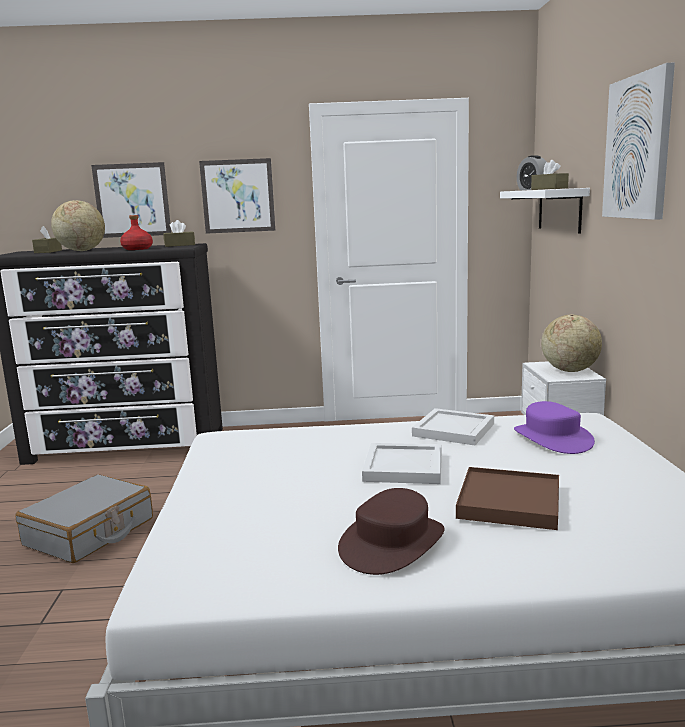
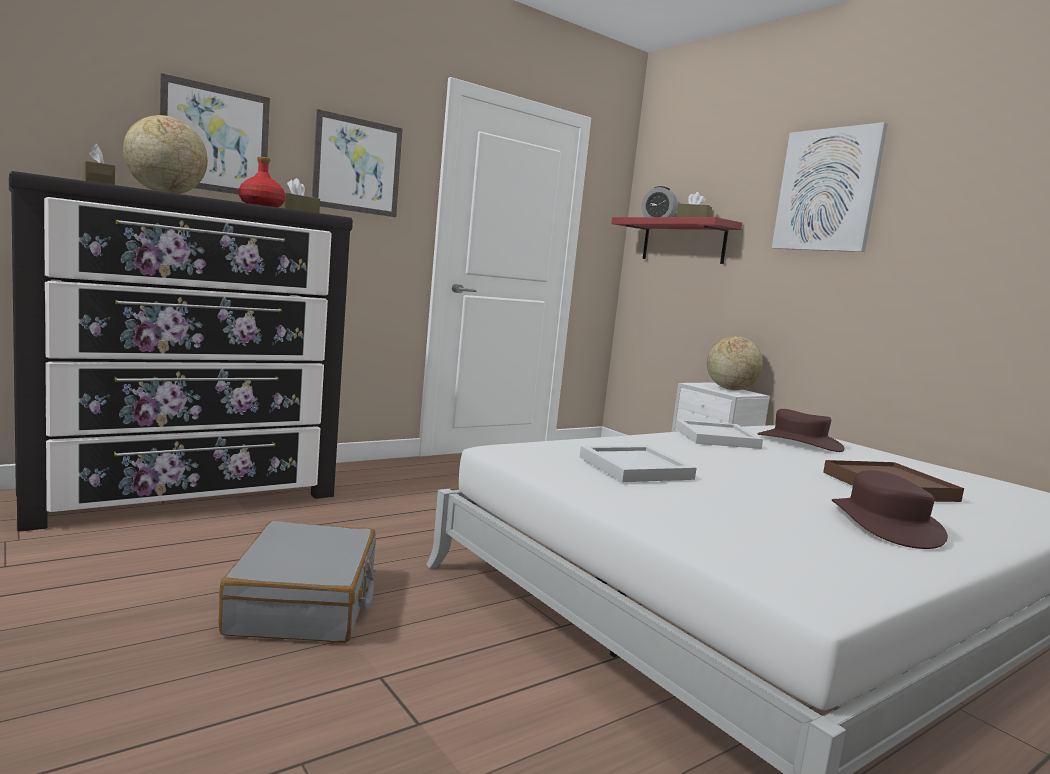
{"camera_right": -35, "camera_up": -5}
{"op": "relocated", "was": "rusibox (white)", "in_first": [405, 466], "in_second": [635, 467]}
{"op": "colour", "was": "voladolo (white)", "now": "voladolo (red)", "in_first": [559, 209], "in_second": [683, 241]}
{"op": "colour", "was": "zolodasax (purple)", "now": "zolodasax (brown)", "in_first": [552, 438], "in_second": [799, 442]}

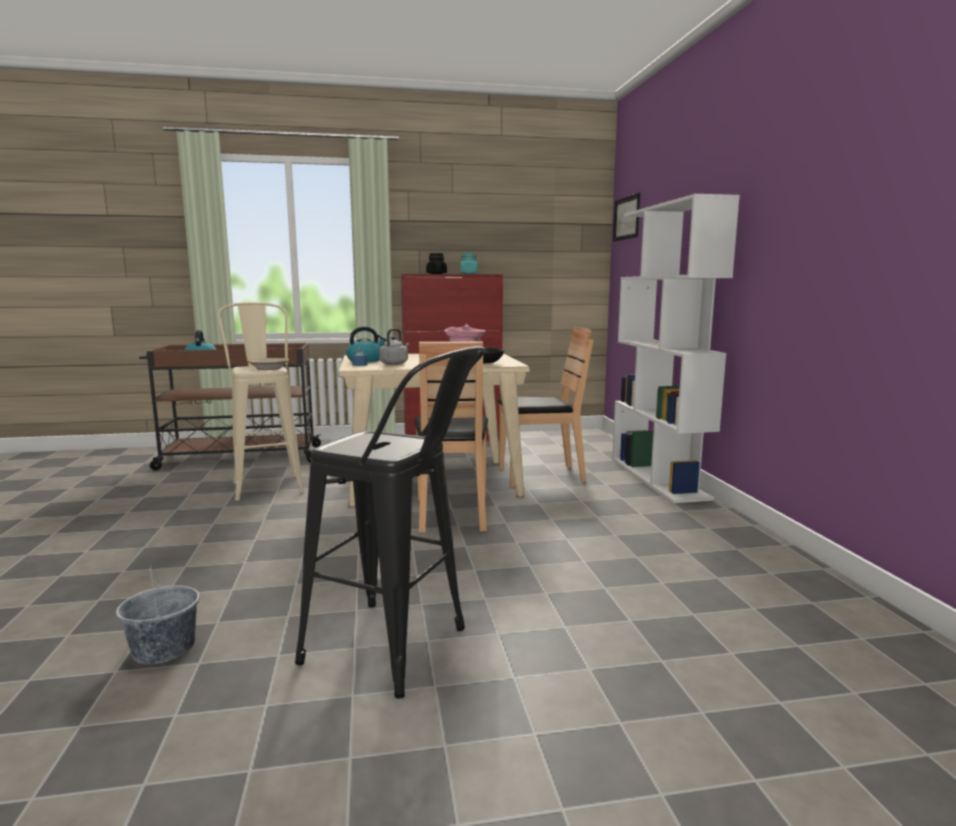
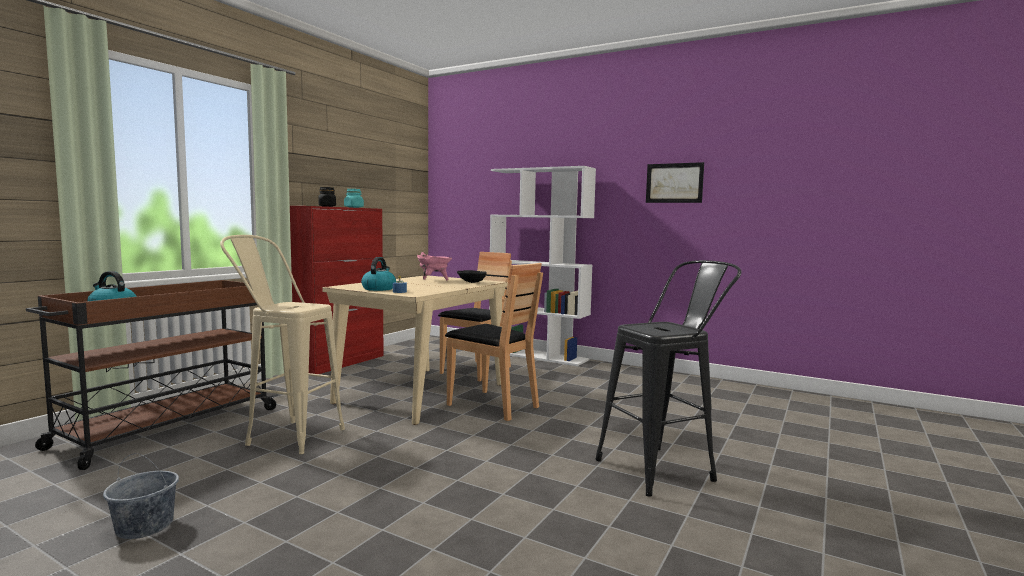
{"camera_right": -50, "camera_up": -5}
{"op": "relocated", "was": "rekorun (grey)", "in_first": [164, 649], "in_second": [145, 526]}
{"op": "missing", "was": "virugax", "in_first": [268, 368]}
{"op": "missing", "was": "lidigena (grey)", "in_first": [395, 363]}
{"op": "relocated", "was": "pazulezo", "in_first": [626, 218], "in_second": [674, 183]}

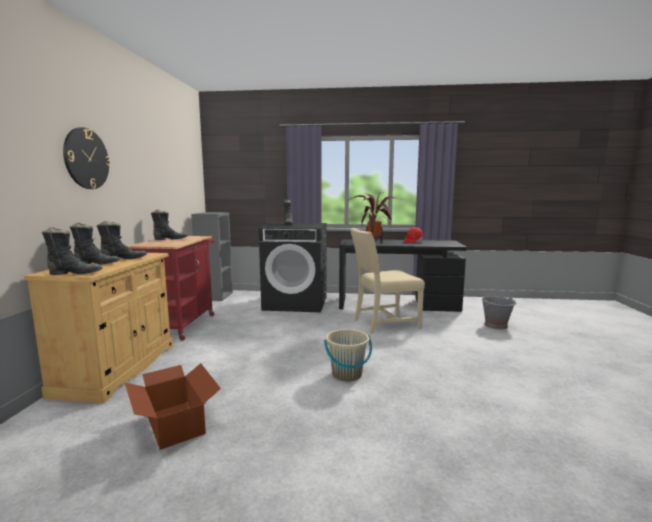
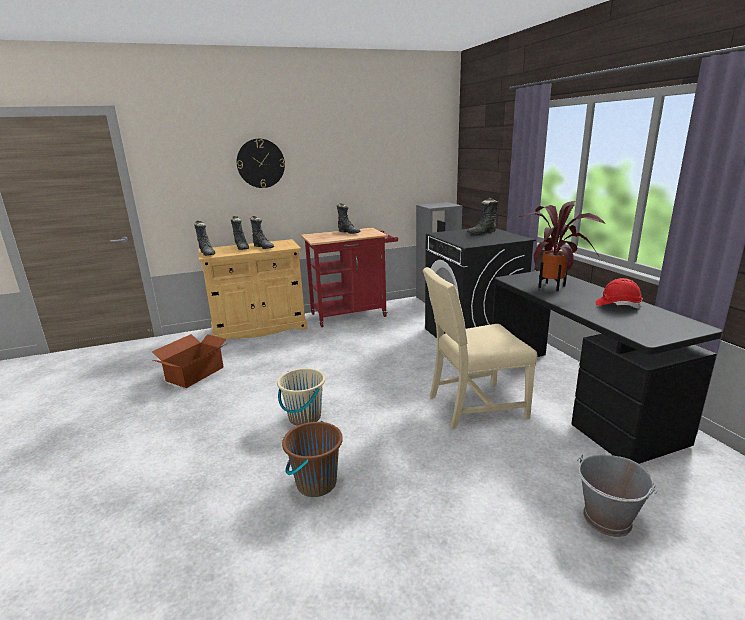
{"camera_right": 65, "camera_up": 10}
{"op": "spun", "was": "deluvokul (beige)", "in_first": [384, 323], "in_second": [473, 406], "clockwise": -60}
{"op": "appeared", "now": "rekorun (brown)", "in_second": [316, 483]}

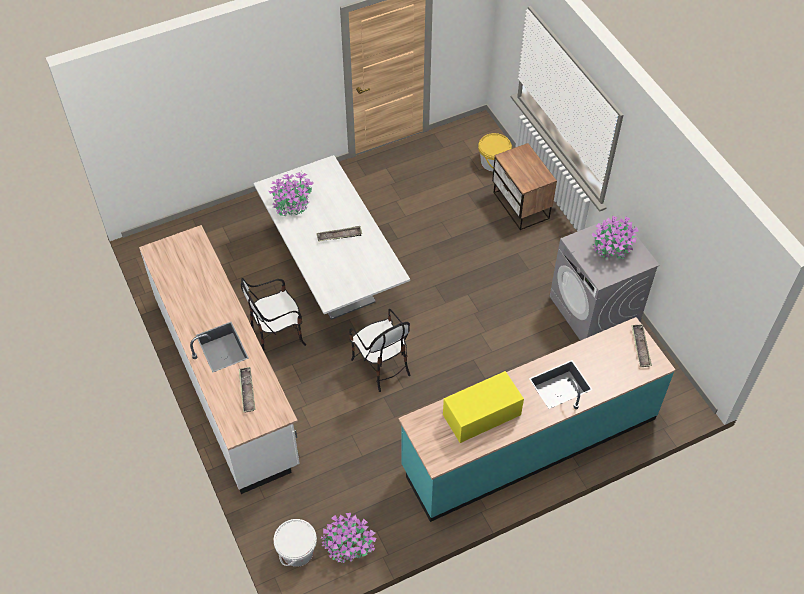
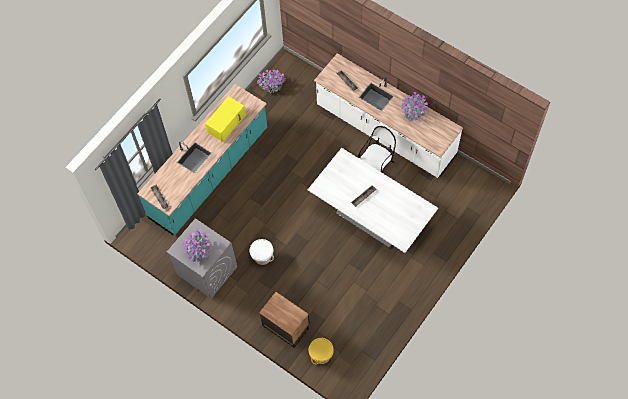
{"camera_right": 155, "camera_up": 10}
{"op": "relocated", "was": "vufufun", "in_first": [292, 204], "in_second": [413, 111]}
{"op": "relocated", "was": "rekorun (white)", "in_first": [297, 551], "in_second": [262, 256]}
{"op": "missing", "was": "deluvokul", "in_first": [381, 366]}

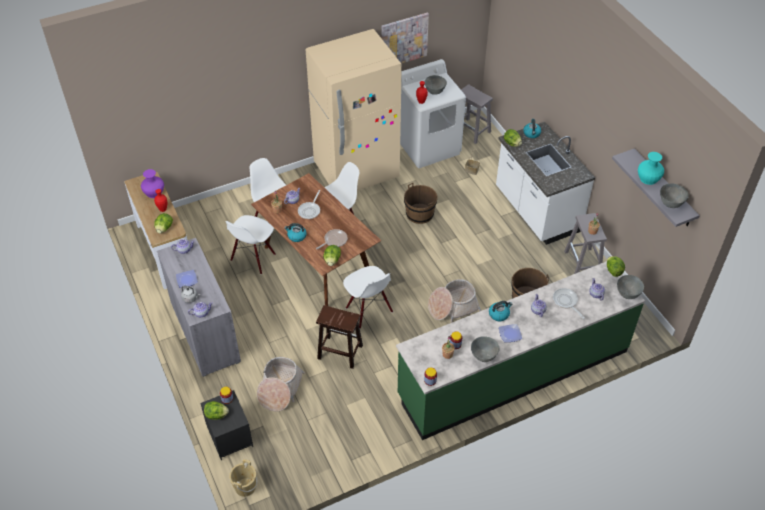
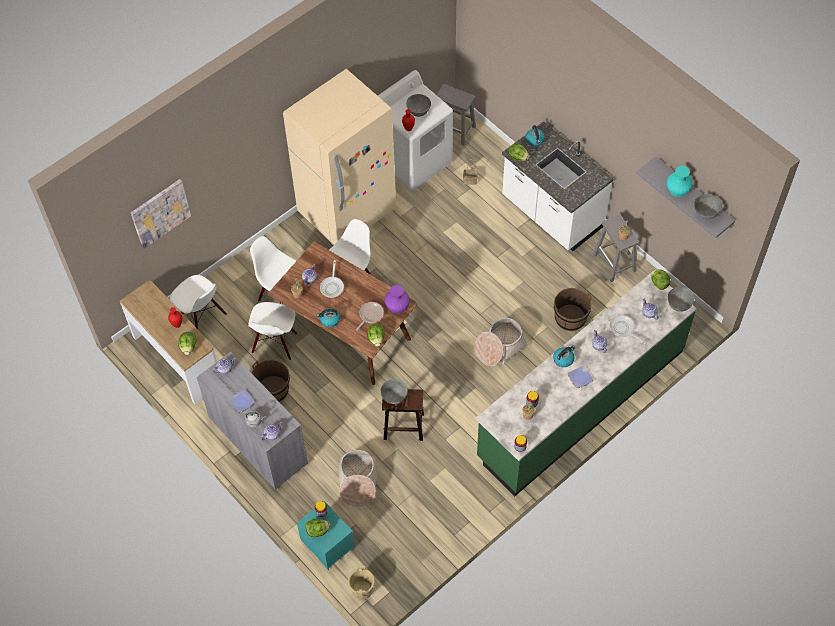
{"camera_right": -15, "camera_up": 10}
{"op": "relocated", "was": "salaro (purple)", "in_first": [154, 192], "in_second": [397, 306]}
{"op": "colour", "was": "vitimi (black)", "now": "vitimi (turquoise)", "in_first": [229, 436], "in_second": [326, 544]}
{"op": "relocated", "was": "deluvokul (white)", "in_first": [368, 310], "in_second": [202, 318]}
{"op": "relocated", "was": "pazulezo", "in_first": [404, 40], "in_second": [160, 213]}
{"op": "relocated", "was": "rekorun (brown)", "in_first": [419, 214], "in_second": [273, 390]}
{"op": "relocated", "was": "virugax (grey)", "in_first": [483, 356], "in_second": [394, 397]}

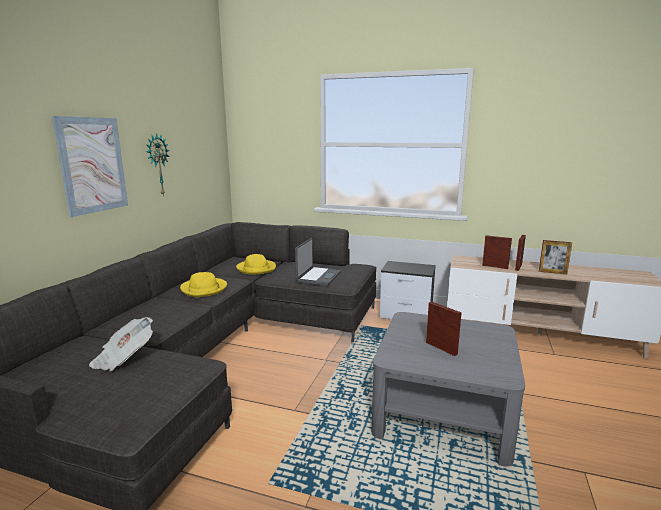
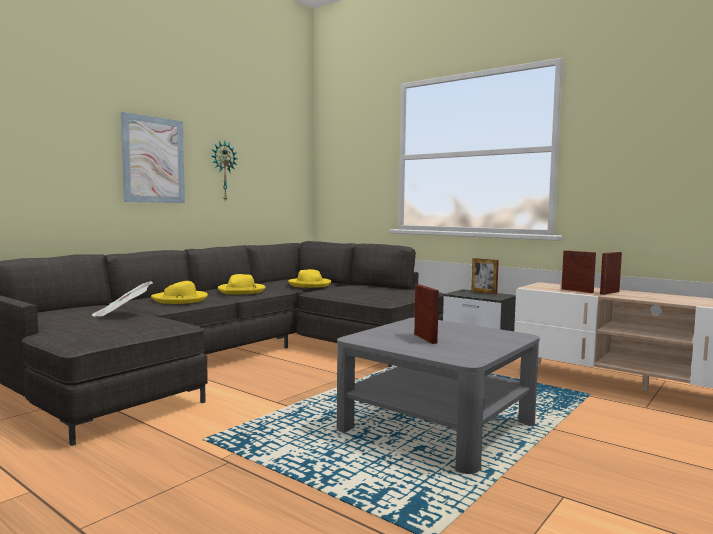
{"camera_right": 20, "camera_up": -10}
{"op": "missing", "was": "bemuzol", "in_first": [318, 277]}
{"op": "relocated", "was": "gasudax", "in_first": [552, 272], "in_second": [484, 292]}
{"op": "appeared", "now": "zolodasax (yellow)", "in_second": [180, 299]}

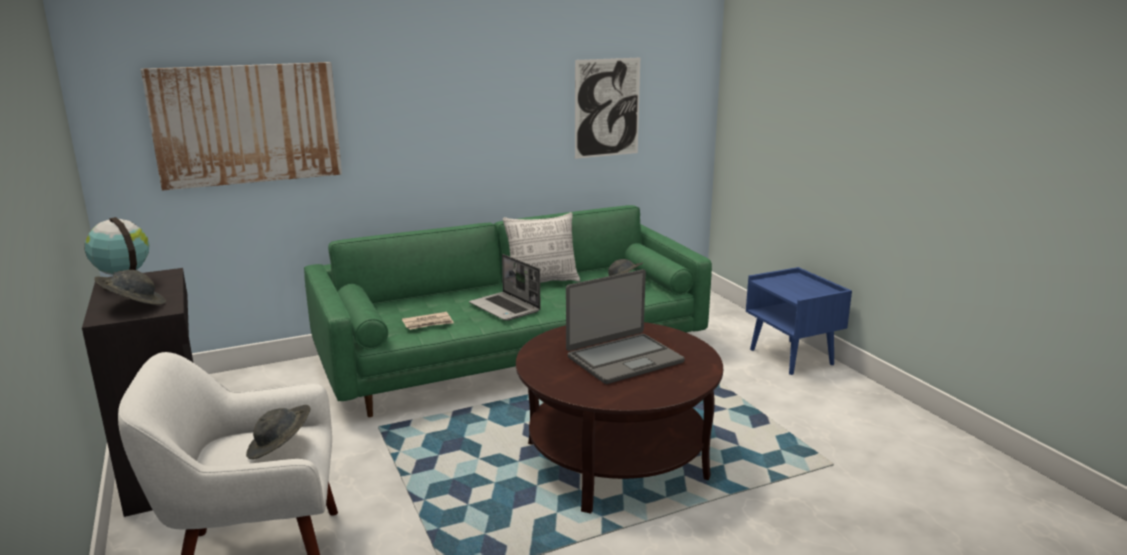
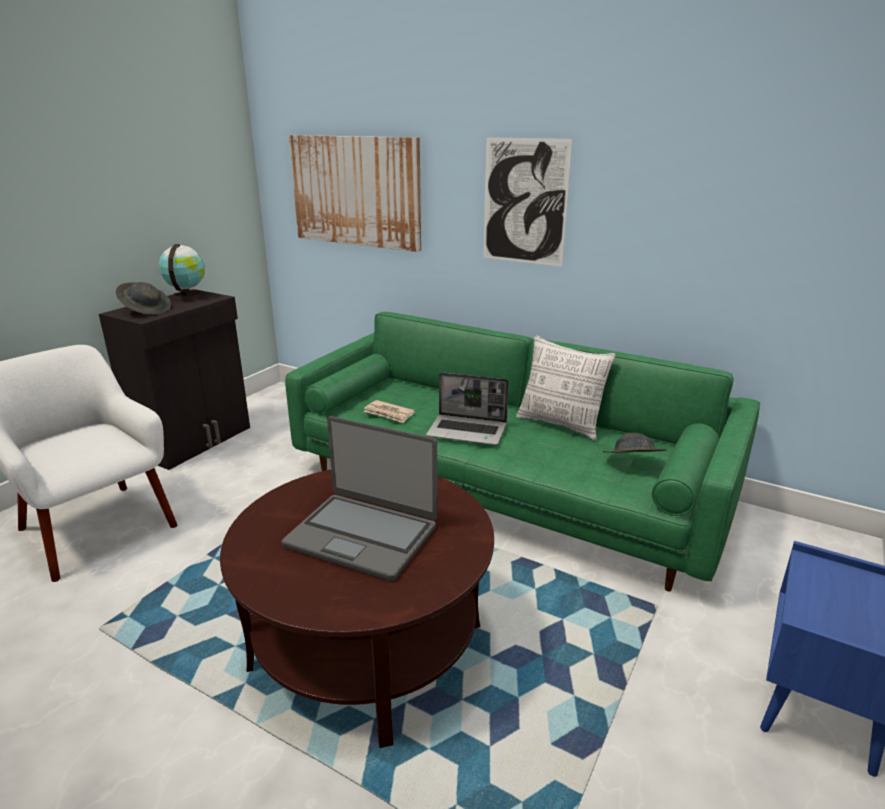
{"camera_right": 55, "camera_up": 5}
{"op": "missing", "was": "zolodasax (grey)", "in_first": [280, 448]}
{"op": "spun", "was": "bemuzol", "in_first": [505, 308], "in_second": [468, 431], "clockwise": -90}
{"op": "relocated", "was": "pazulezo", "in_first": [607, 108], "in_second": [524, 202]}

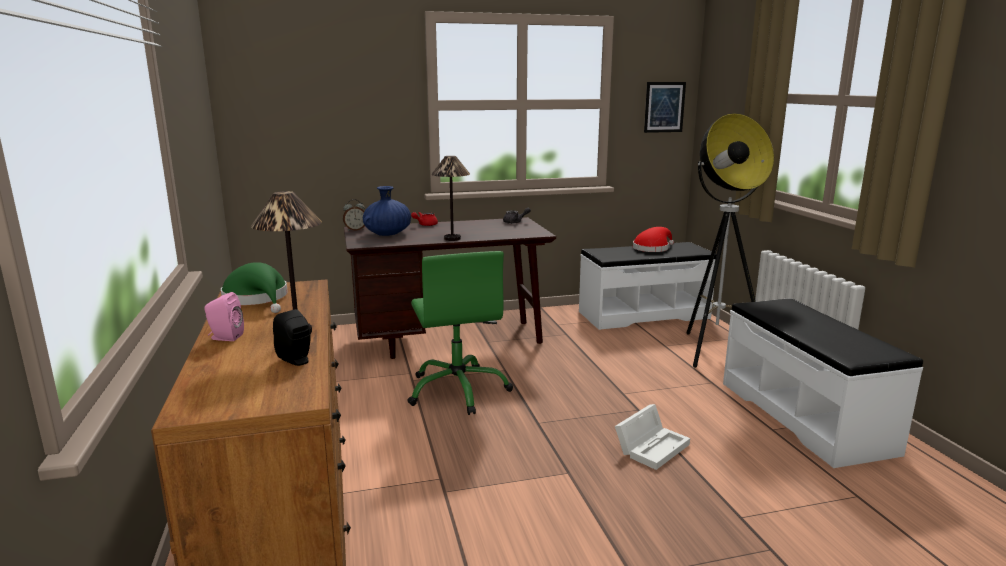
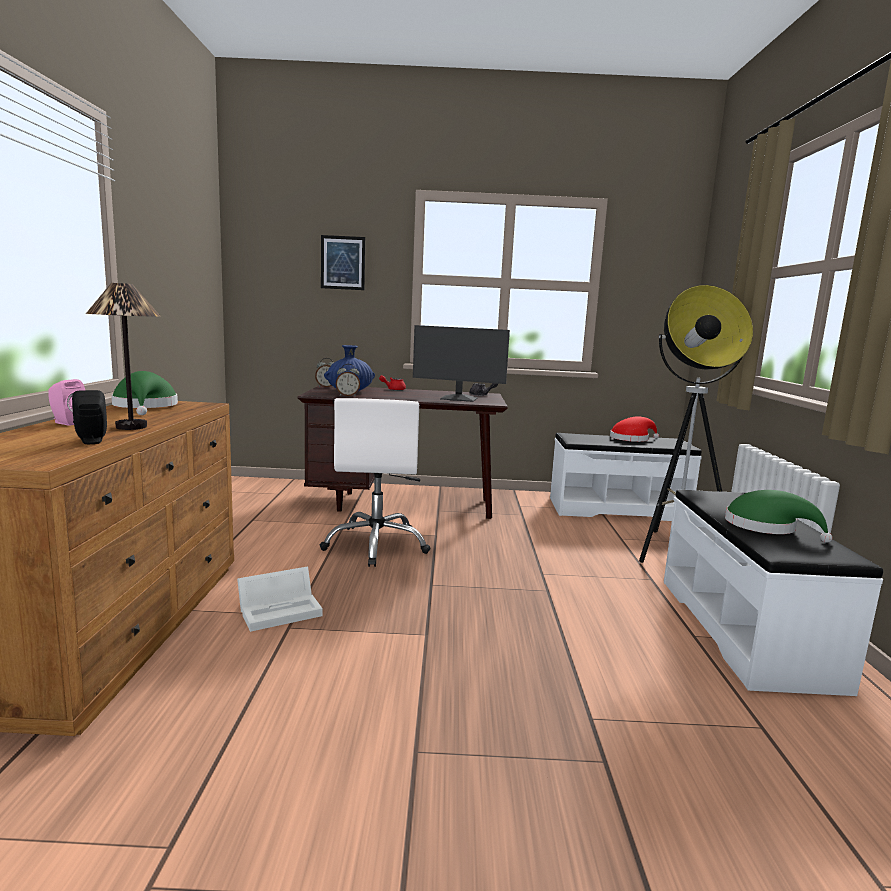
{"camera_right": 15, "camera_up": -5}
{"op": "colour", "was": "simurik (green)", "now": "simurik (white)", "in_first": [458, 390], "in_second": [376, 545]}
{"op": "missing", "was": "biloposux", "in_first": [452, 239]}
{"op": "relocated", "was": "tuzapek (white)", "in_first": [652, 446], "in_second": [282, 610]}
{"op": "relocated", "was": "pazulezo", "in_first": [664, 107], "in_second": [343, 262]}
{"op": "appeared", "now": "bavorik", "in_second": [347, 396]}
{"op": "appeared", "now": "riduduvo", "in_second": [459, 399]}
{"op": "appeared", "now": "zolodasax (green)", "in_second": [766, 527]}

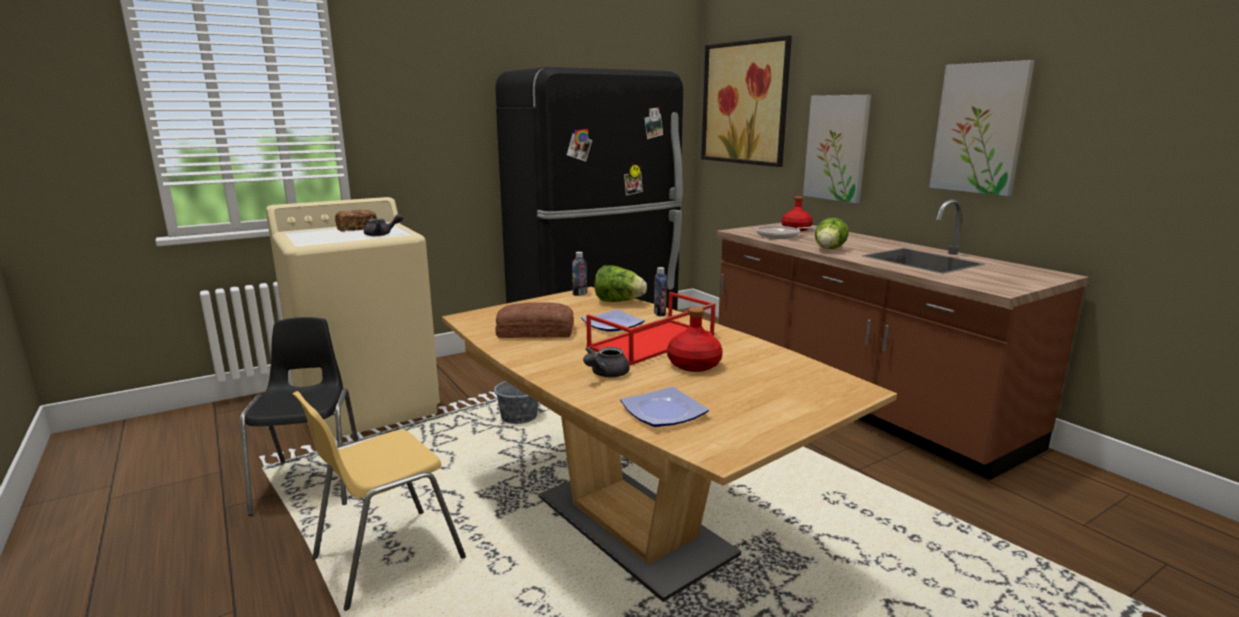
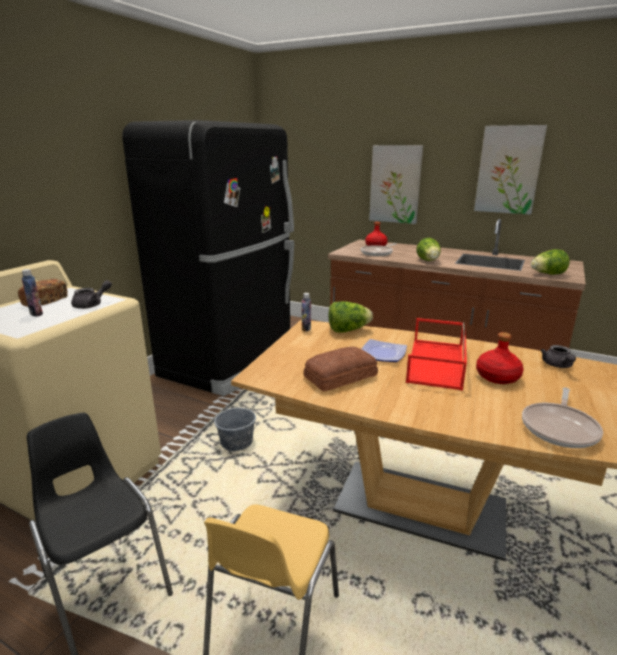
{"camera_right": -30, "camera_up": 5}
{"op": "relocated", "was": "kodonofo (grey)", "in_first": [605, 374], "in_second": [557, 366]}
{"op": "exchanged", "was": "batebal", "now": "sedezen", "in_first": [665, 412], "in_second": [560, 428]}
{"op": "relocated", "was": "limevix", "in_first": [659, 313], "in_second": [36, 314]}
{"op": "missing", "was": "pazulezo", "in_first": [744, 103]}
{"op": "appeared", "now": "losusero", "in_second": [547, 274]}

